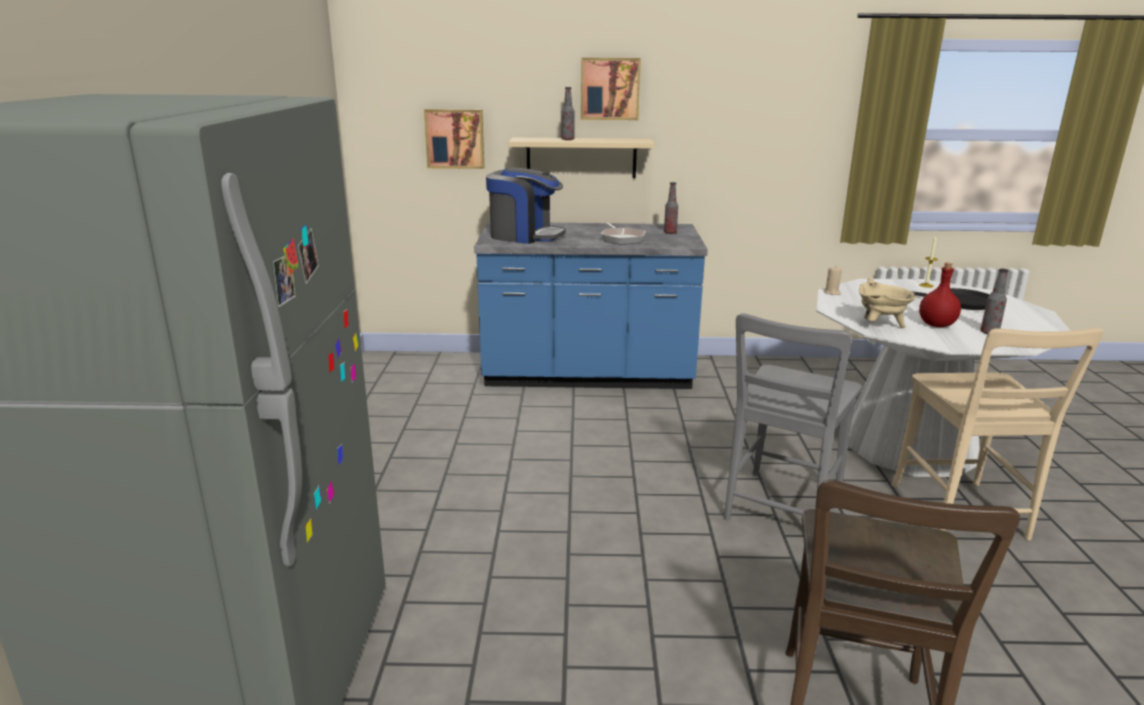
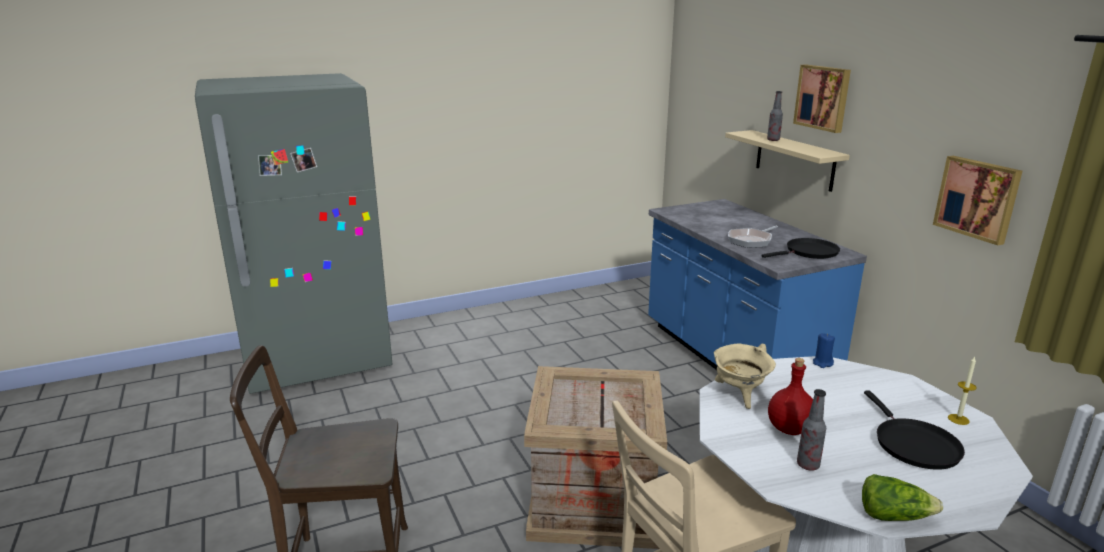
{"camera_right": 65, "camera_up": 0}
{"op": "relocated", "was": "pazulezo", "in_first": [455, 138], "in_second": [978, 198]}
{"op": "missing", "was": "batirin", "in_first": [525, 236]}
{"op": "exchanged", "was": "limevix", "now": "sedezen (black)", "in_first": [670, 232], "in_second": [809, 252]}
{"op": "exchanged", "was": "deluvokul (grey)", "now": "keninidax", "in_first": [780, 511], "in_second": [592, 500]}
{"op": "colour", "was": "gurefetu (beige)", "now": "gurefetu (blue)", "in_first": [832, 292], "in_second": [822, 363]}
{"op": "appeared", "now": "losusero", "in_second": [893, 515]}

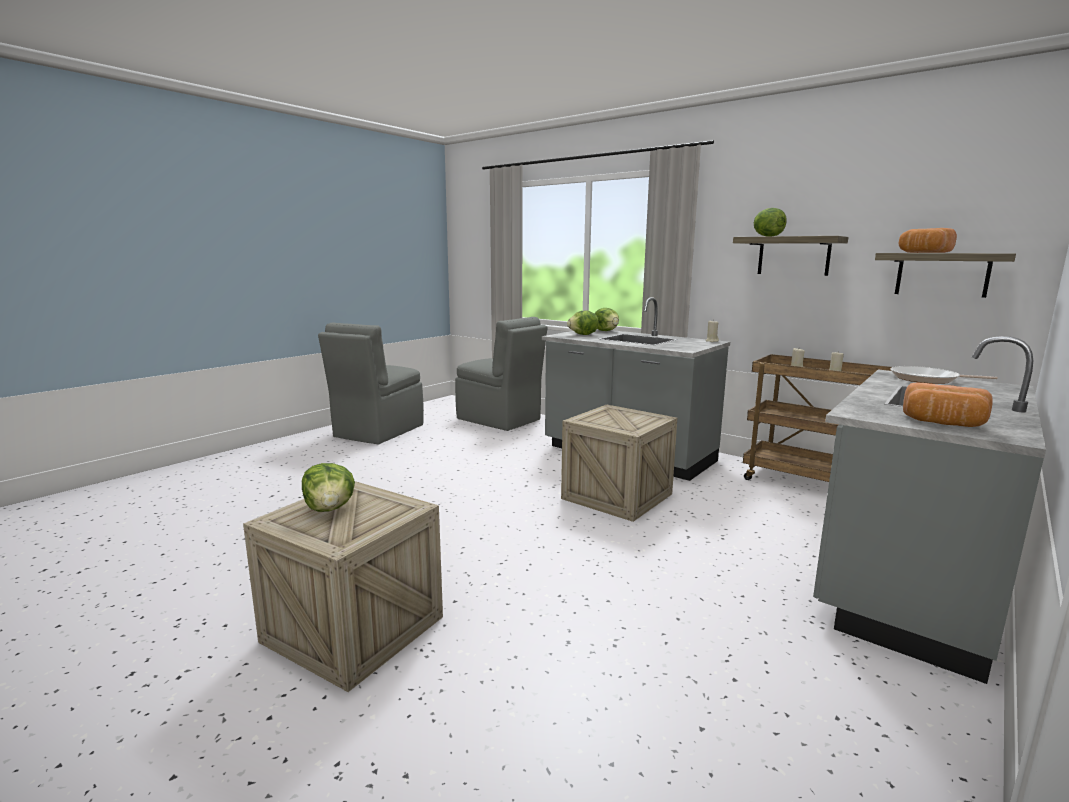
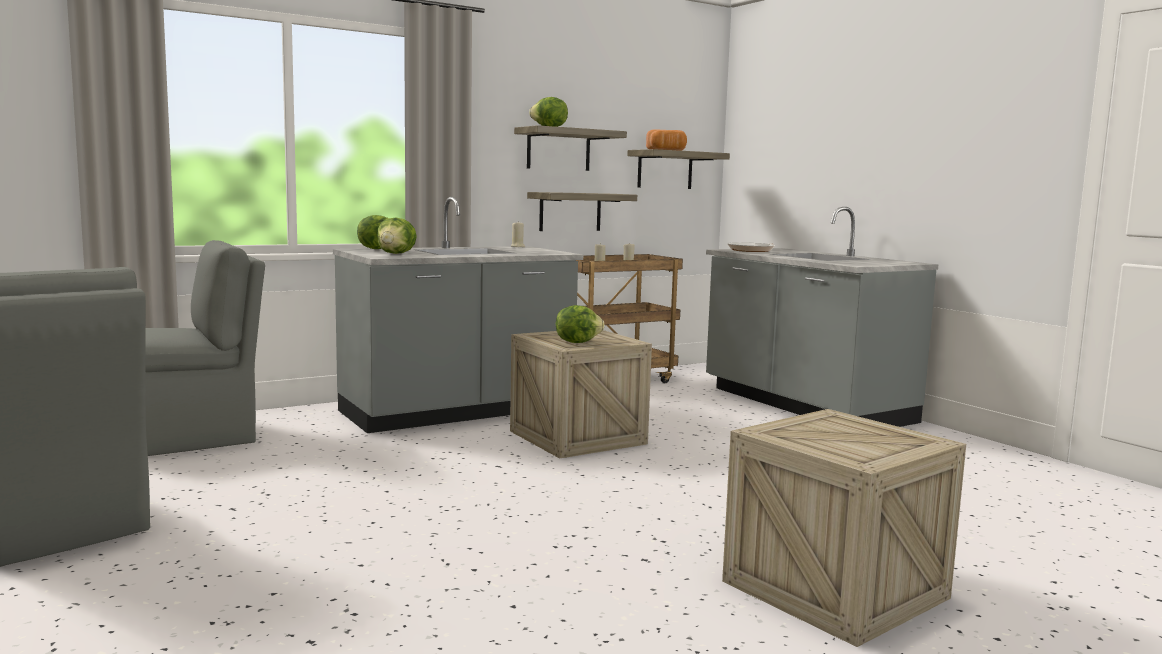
{"camera_right": -70, "camera_up": -5}
{"op": "relocated", "was": "losusero", "in_first": [330, 509], "in_second": [577, 342]}
{"op": "missing", "was": "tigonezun", "in_first": [943, 423]}
{"op": "appeared", "now": "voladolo", "in_second": [570, 211]}

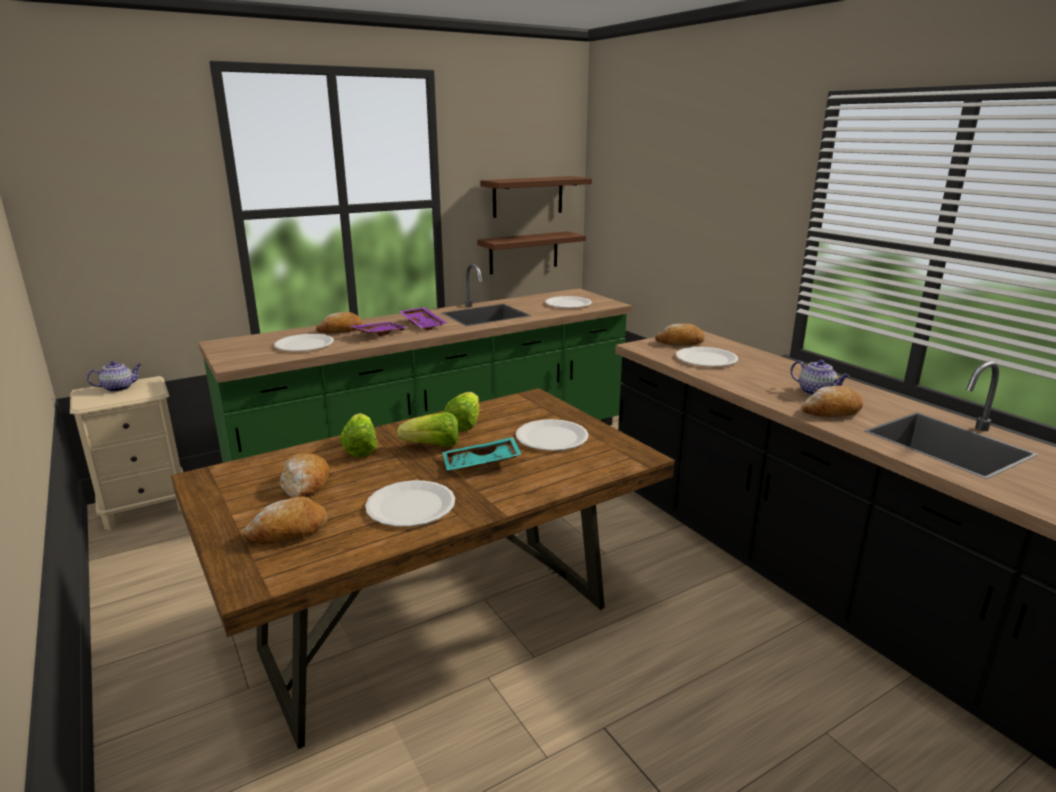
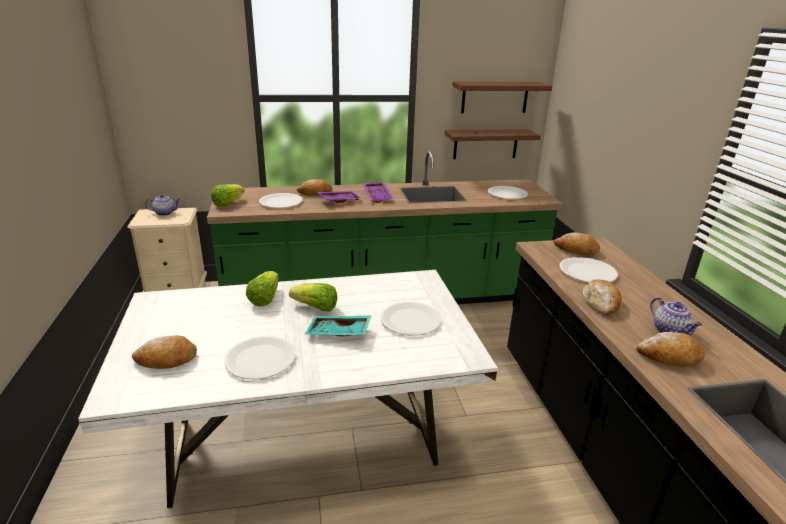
{"camera_right": 20, "camera_up": 5}
{"op": "colour", "was": "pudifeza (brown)", "now": "pudifeza (white)", "in_first": [436, 630], "in_second": [304, 444]}
{"op": "relocated", "was": "tigonezun", "in_first": [305, 484], "in_second": [601, 303]}
{"op": "relocated", "was": "losusero", "in_first": [464, 424], "in_second": [227, 203]}

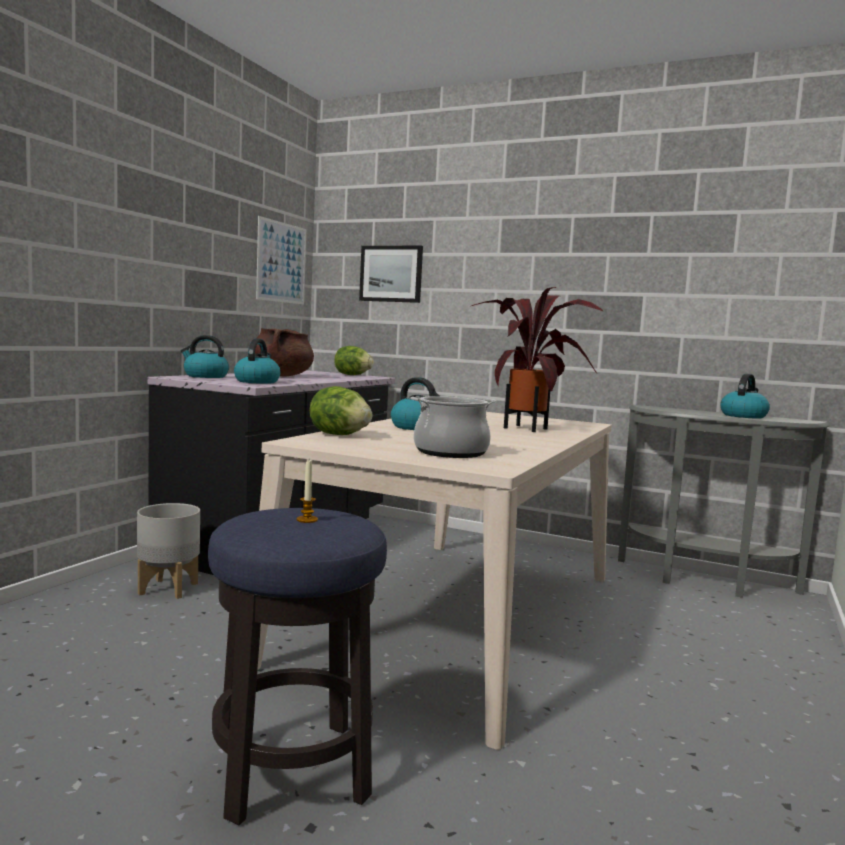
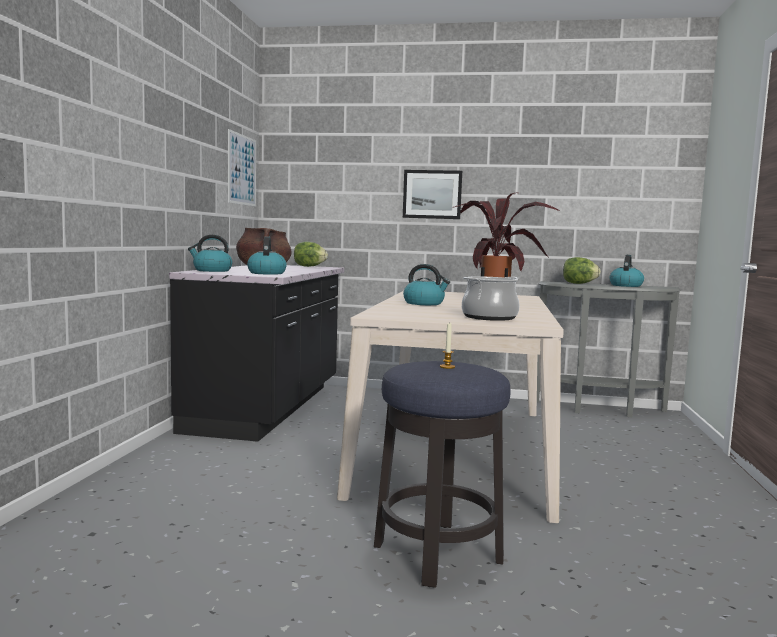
{"camera_right": -15, "camera_up": 0}
{"op": "missing", "was": "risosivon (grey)", "in_first": [168, 589]}
{"op": "relocated", "was": "losusero", "in_first": [339, 435], "in_second": [579, 283]}
{"op": "relocated", "was": "pazulezo", "in_first": [391, 274], "in_second": [432, 194]}

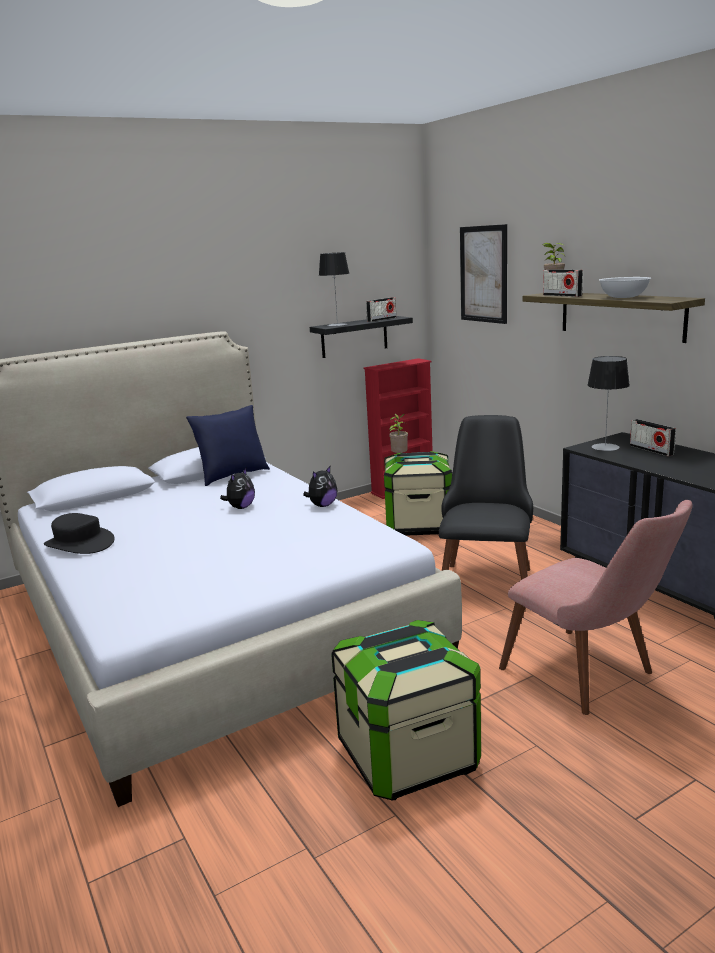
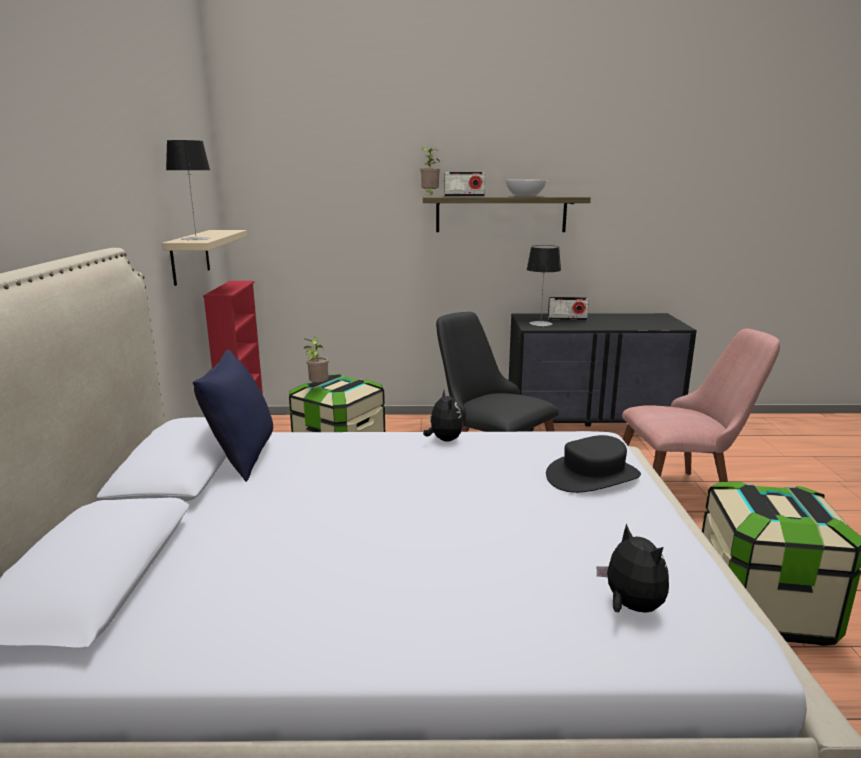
{"camera_right": -60, "camera_up": 0}
{"op": "relocated", "was": "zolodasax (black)", "in_first": [79, 543], "in_second": [593, 476]}
{"op": "relocated", "was": "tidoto", "in_first": [240, 507], "in_second": [630, 607]}
{"op": "colour", "was": "voladolo (black)", "now": "voladolo (beige)", "in_first": [354, 337], "in_second": [190, 256]}
{"op": "missing", "was": "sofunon", "in_first": [381, 319]}
{"op": "missing", "was": "pazulezo", "in_first": [483, 274]}

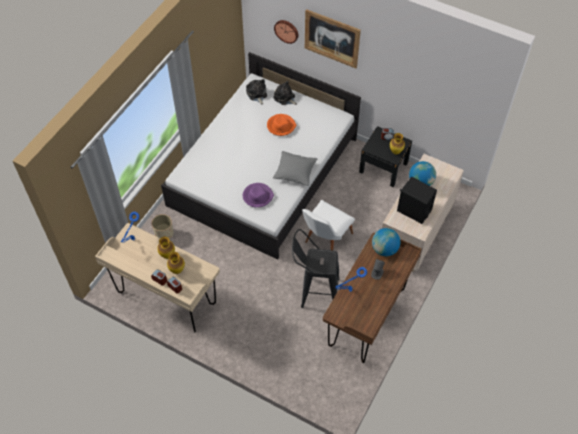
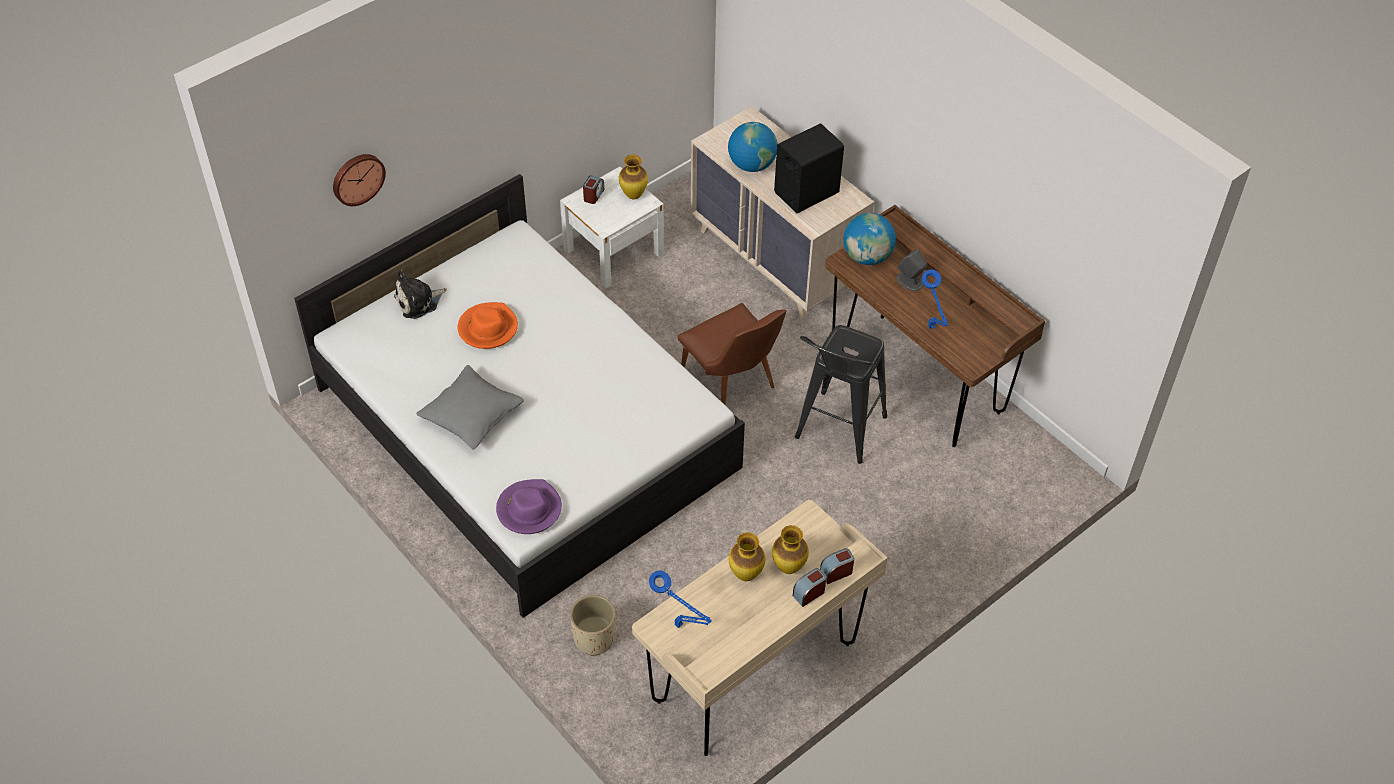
{"camera_right": -70, "camera_up": -5}
{"op": "relocated", "was": "zolodasax (purple)", "in_first": [257, 196], "in_second": [529, 509]}
{"op": "missing", "was": "tidoto", "in_first": [257, 94]}
{"op": "relocated", "was": "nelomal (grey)", "in_first": [295, 172], "in_second": [471, 415]}
{"op": "colour", "was": "deluvokul (white)", "now": "deluvokul (brown)", "in_first": [325, 240], "in_second": [732, 384]}
{"op": "missing", "was": "pazulezo", "in_first": [332, 38]}
{"op": "colour", "was": "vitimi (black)", "now": "vitimi (white)", "in_first": [383, 167], "in_second": [613, 251]}

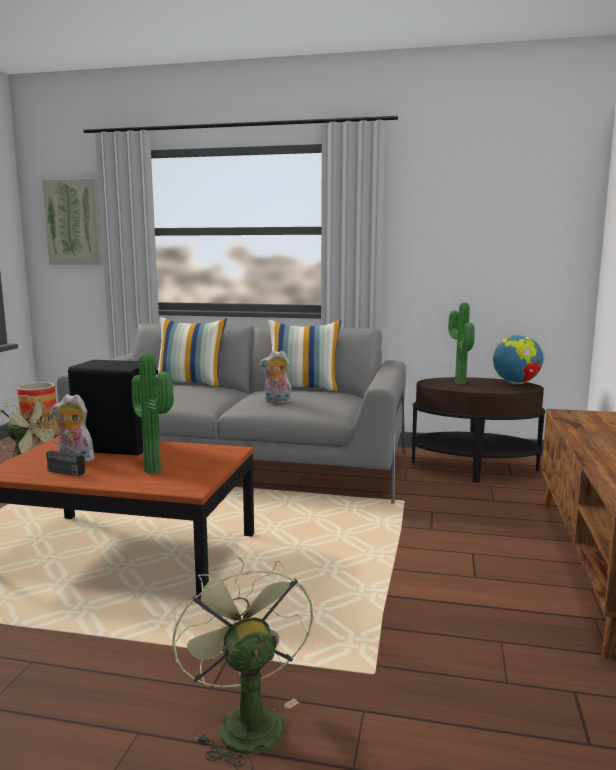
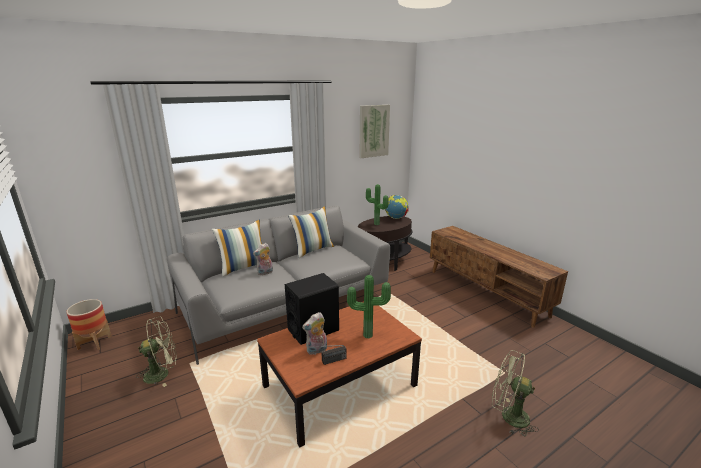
{"camera_right": -45, "camera_up": 10}
{"op": "relocated", "was": "pazulezo", "in_first": [73, 222], "in_second": [373, 131]}
{"op": "relocated", "was": "tidoto", "in_first": [277, 402], "in_second": [265, 273]}

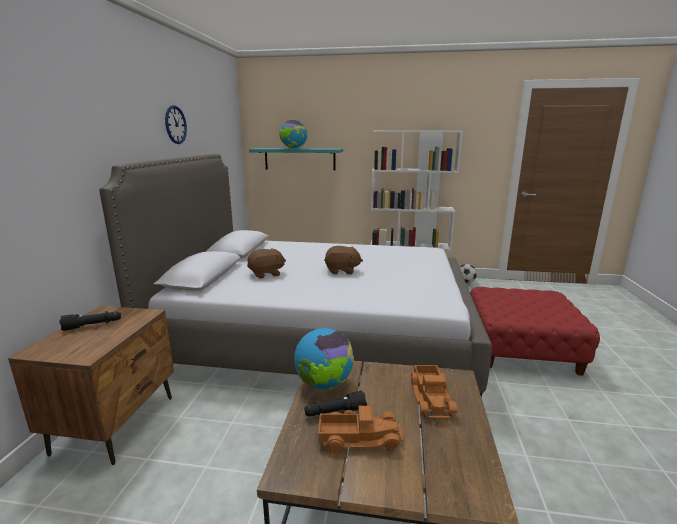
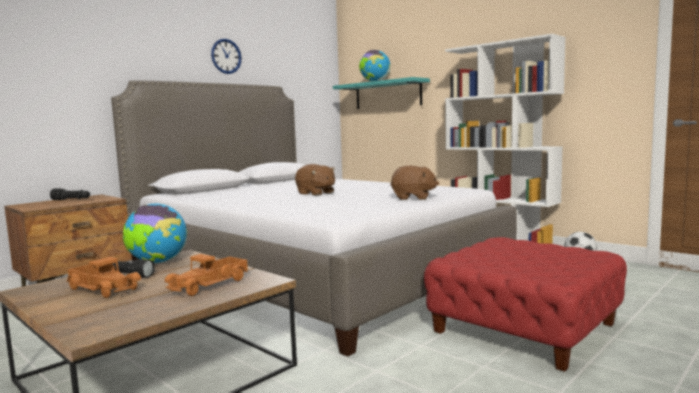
{"camera_right": 35, "camera_up": -10}
{"op": "relocated", "was": "tidoto (brown)", "in_first": [266, 274], "in_second": [413, 198]}

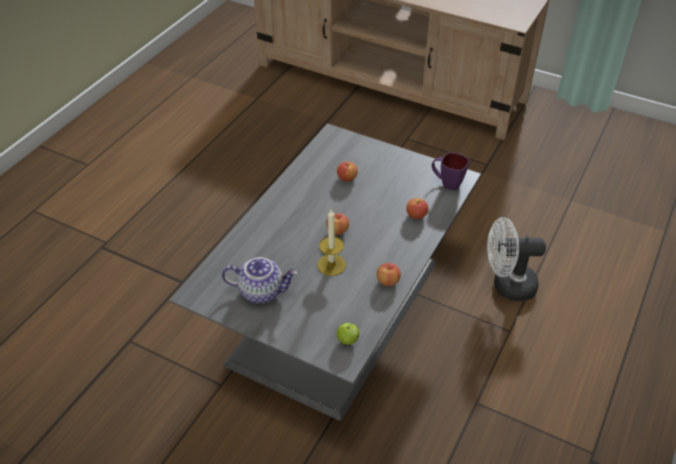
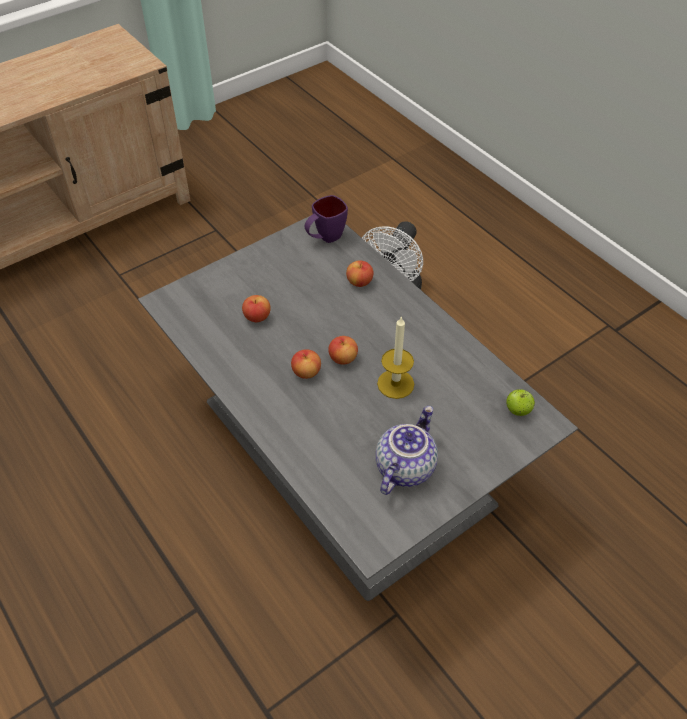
{"camera_right": -65, "camera_up": 5}
{"op": "relocated", "was": "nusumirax", "in_first": [388, 281], "in_second": [306, 372]}

